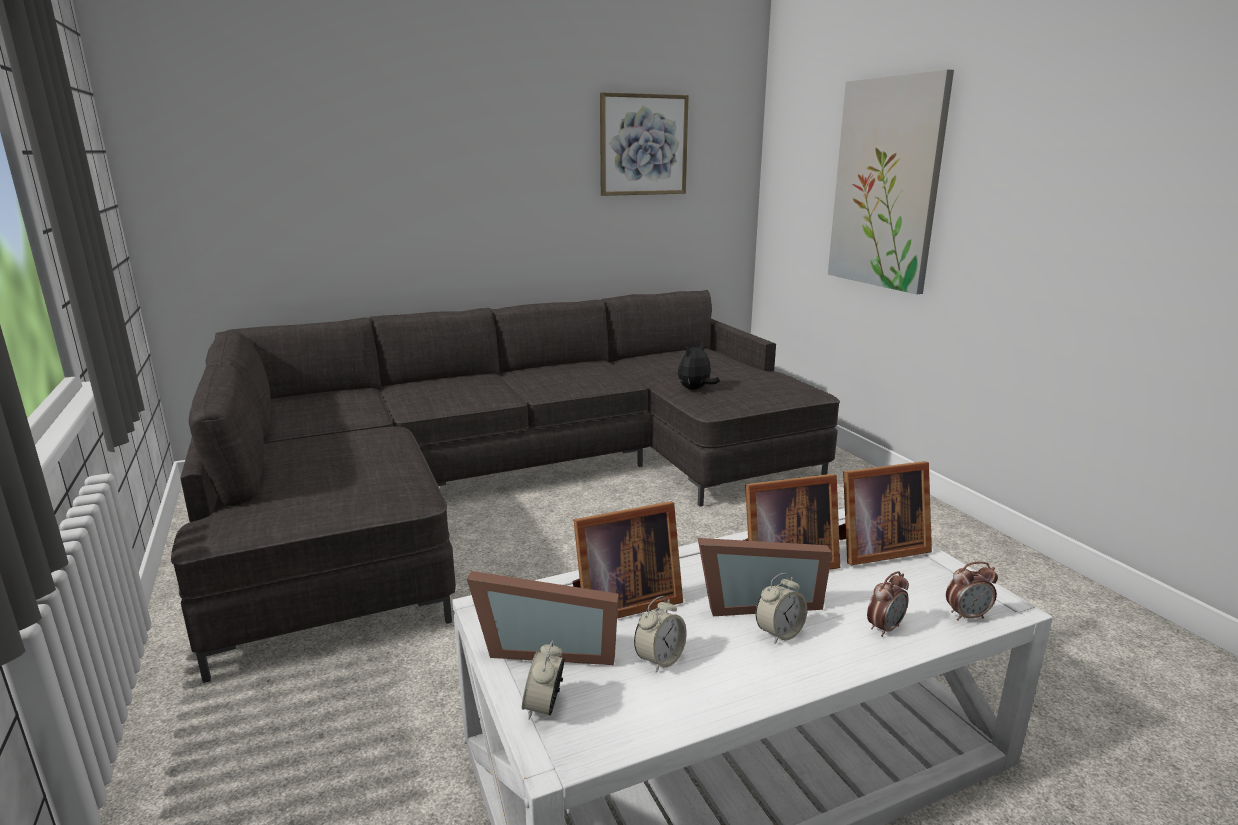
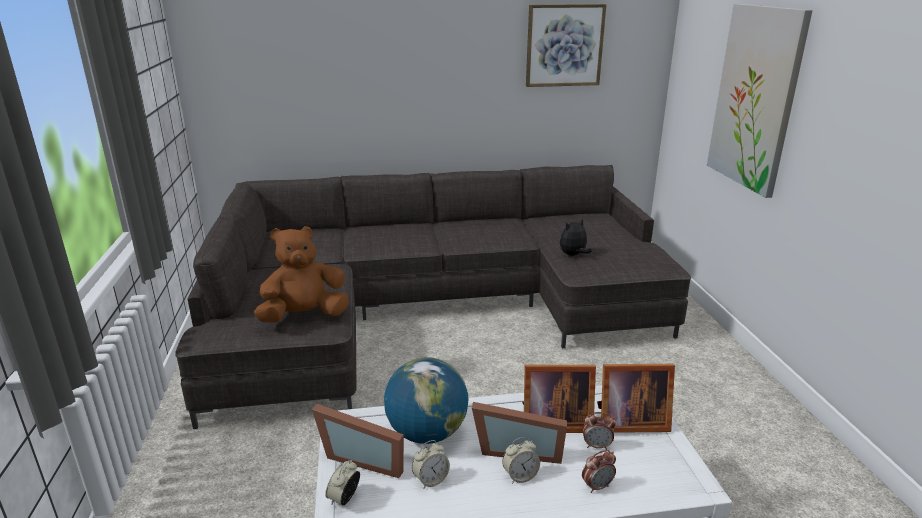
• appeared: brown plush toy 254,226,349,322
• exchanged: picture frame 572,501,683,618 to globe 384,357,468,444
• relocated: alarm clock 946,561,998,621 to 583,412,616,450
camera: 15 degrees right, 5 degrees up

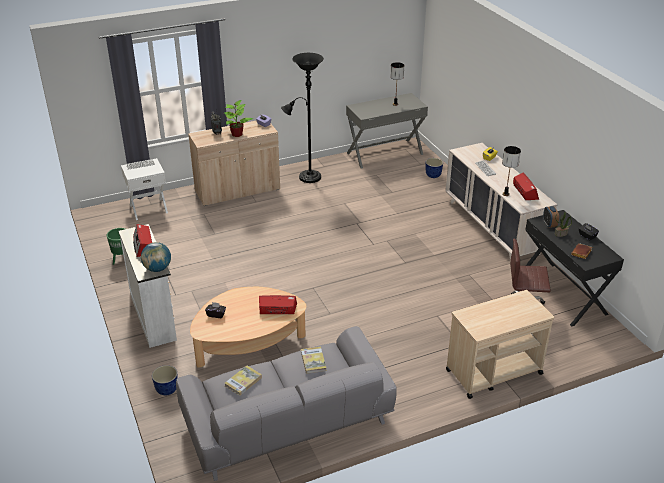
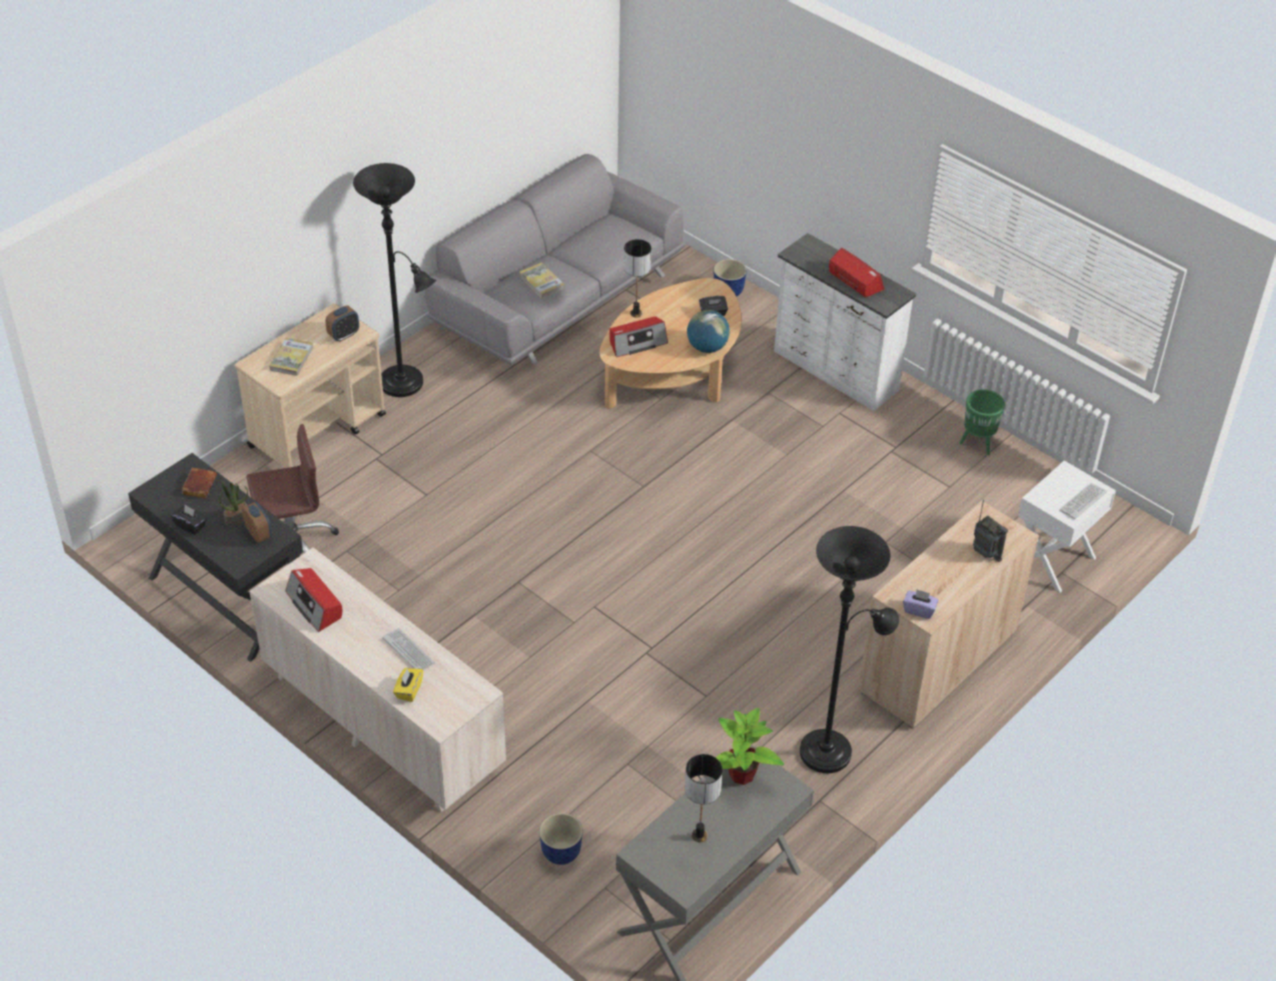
• relocated: book 225,365,262,396 to 269,337,314,376
• appeared: alarm clock 325,305,359,342
• appeared: black floor lamp 353,163,436,397
• relocated: table lamp 502,146,521,196 to 624,239,652,318
• relocated: globe 141,242,171,272 to 687,310,730,353
• relocated: potted plant 224,100,254,137 to 716,708,784,785
camera: 155 degrees right, 10 degrees up

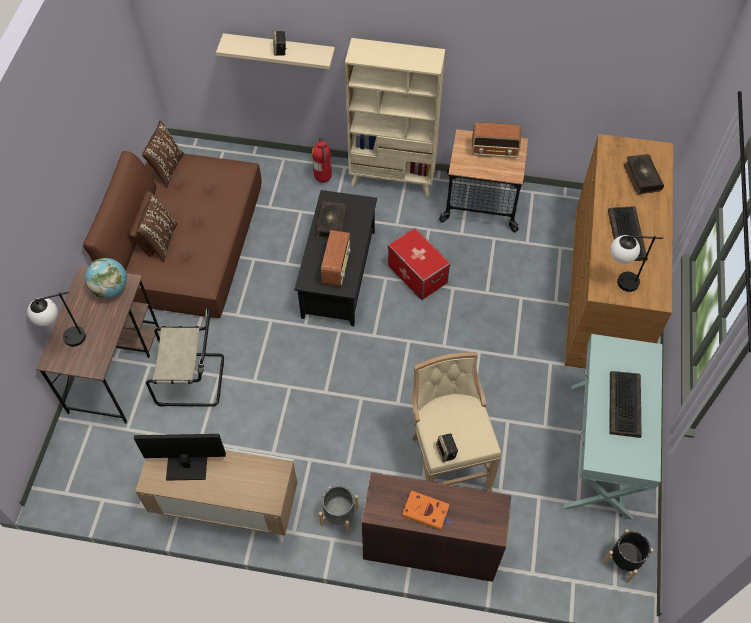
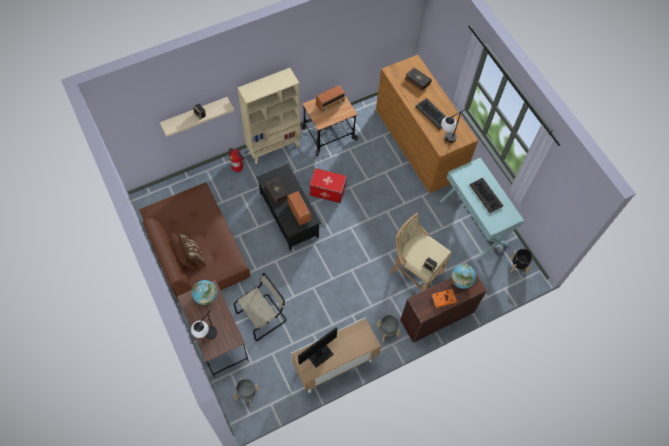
• appeared: grey planter 234,378,259,406
• appeared: globe 451,264,476,289
• missing: brown pillow 142,120,184,188
camera: 40 degrees left, 5 degrees up

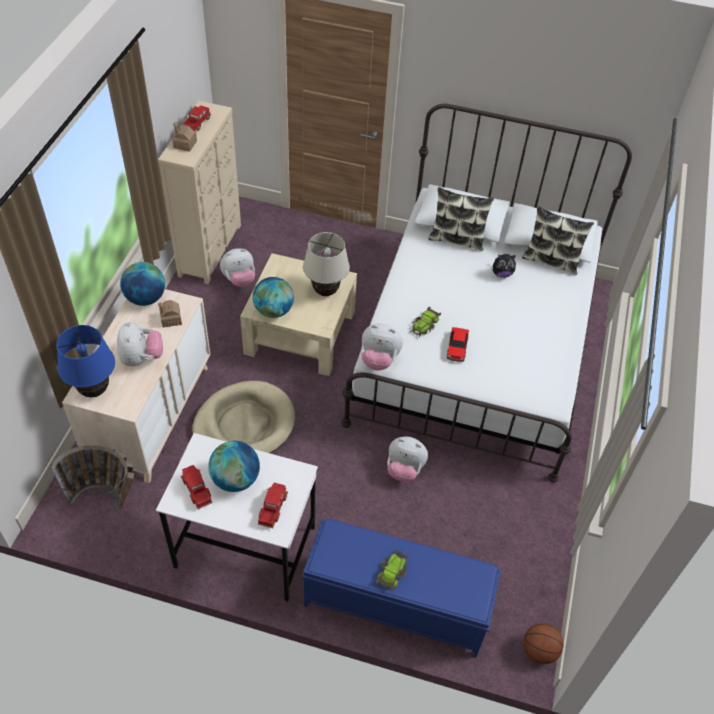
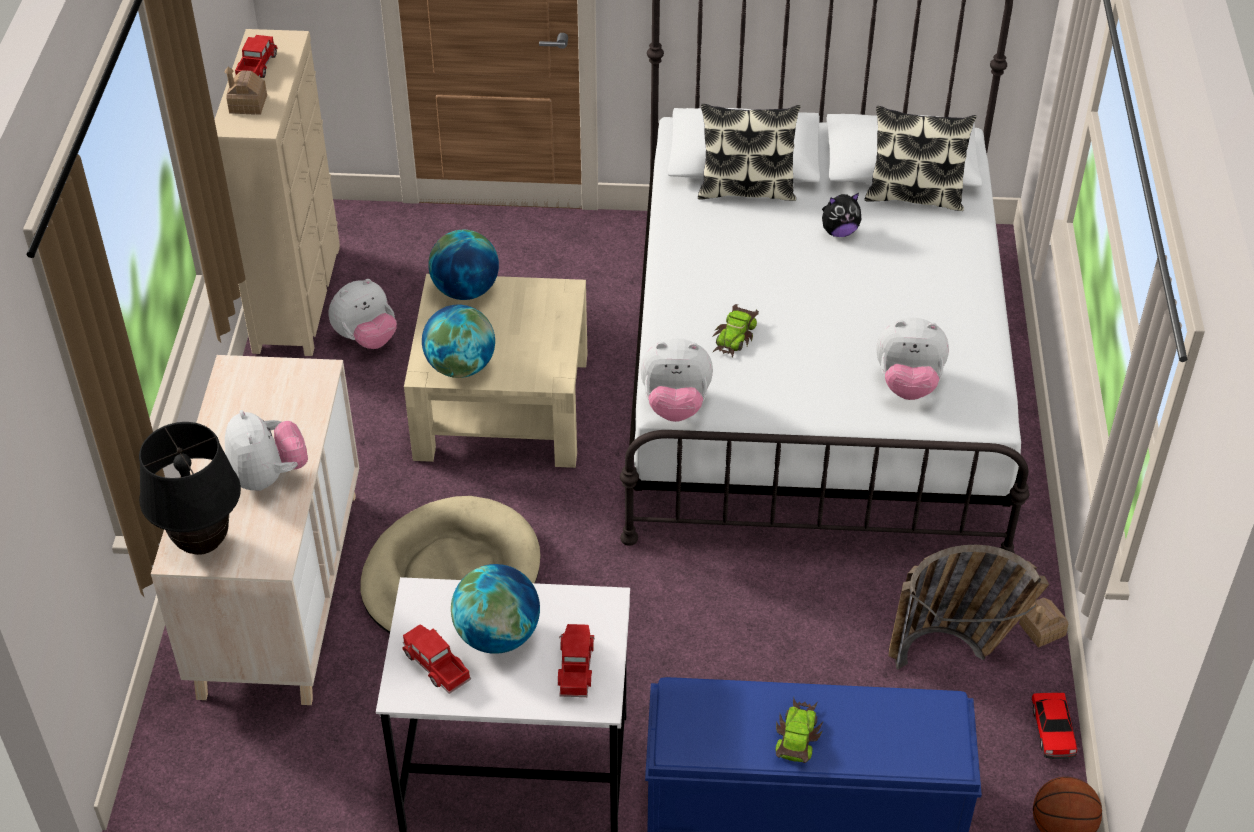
• colour: blue table lamp 56,325,115,397 to black table lamp 139,422,241,555
• relocated: globe 120,262,165,306 to 428,230,499,300
• relocated: plush toy 387,436,428,482 to 876,318,949,400
• relocated: basket 50,445,134,509 to 889,545,1049,669
• relocated: toy house 158,300,182,327 to 1019,597,1068,648
• relocated: toy car 447,327,469,362 to 1032,693,1077,759
• missing: beige table lamp 303,232,350,296
camera: 10 degrees left, 5 degrees down

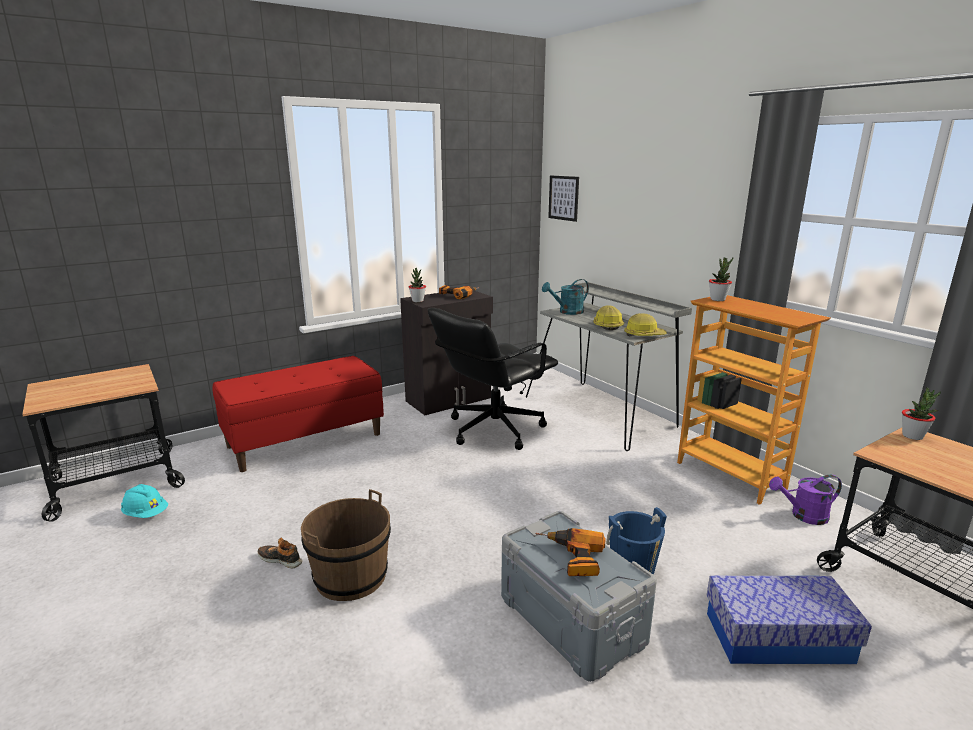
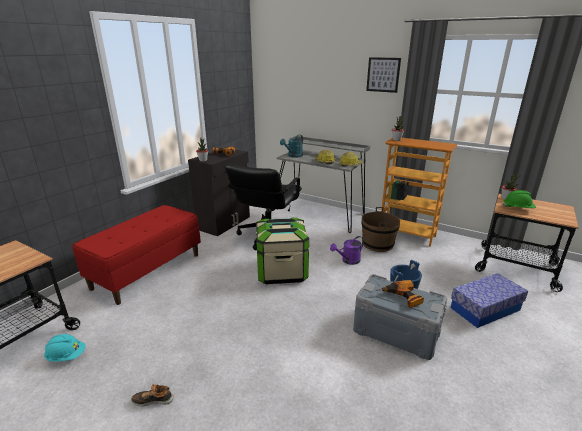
• relocated: shoe 258,538,302,568 to 131,384,174,406
• appeared: storage box 256,218,309,284
• relocated: purple watering can 769,475,842,525 to 330,236,364,265
• relocated: brown bucket 301,489,391,601 to 361,207,400,252
• relocated: picture 548,176,579,222 to 366,57,401,93
• appeared: green hard hat 503,190,536,208
camera: 25 degrees left, 5 degrees up

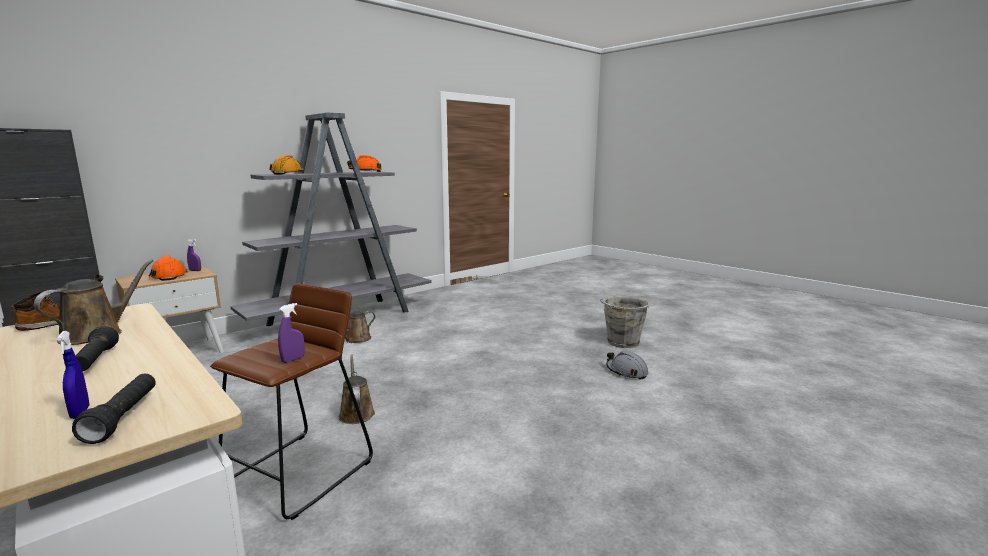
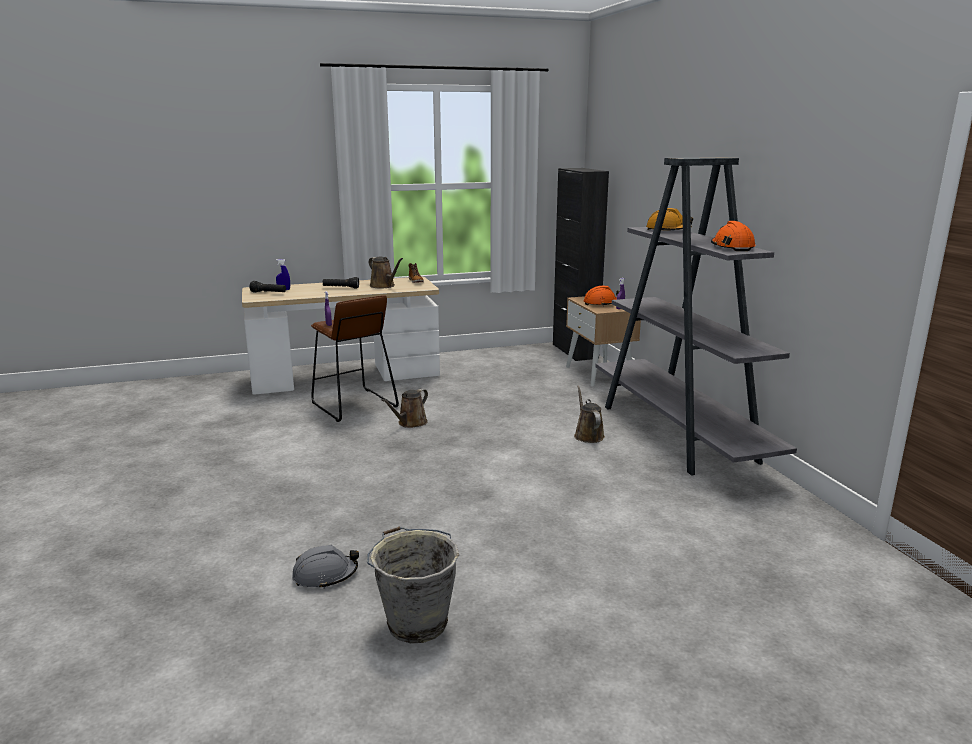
• spun: brown watering can 339,354,375,424 = 381,389,428,428 120 degrees clockwise
camera: 115 degrees right, 5 degrees up

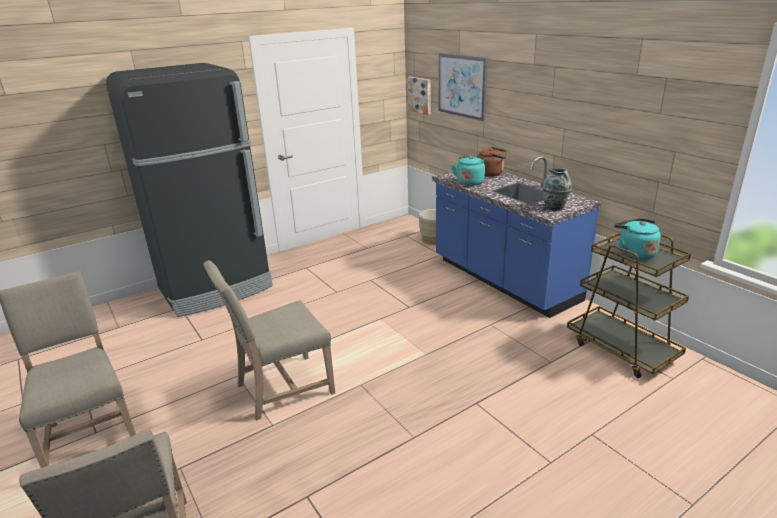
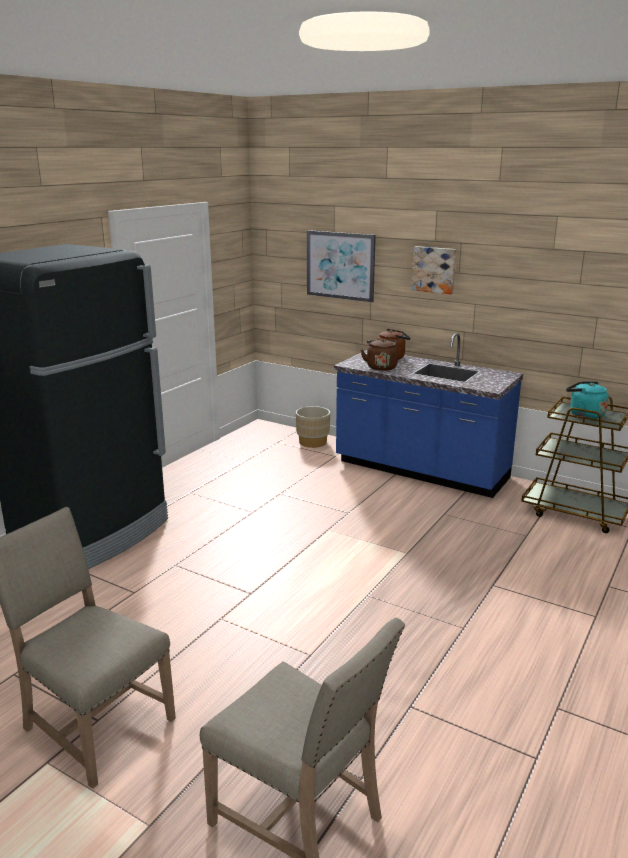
• colour: turquoise kettle 451,156,488,186 to brown kettle 361,339,398,371
• relocated: picture 407,77,431,115 to 412,246,456,294
• missing: beige chair 203,260,335,421
• missing: vase 542,168,572,211
camera: 25 degrees left, 5 degrees down

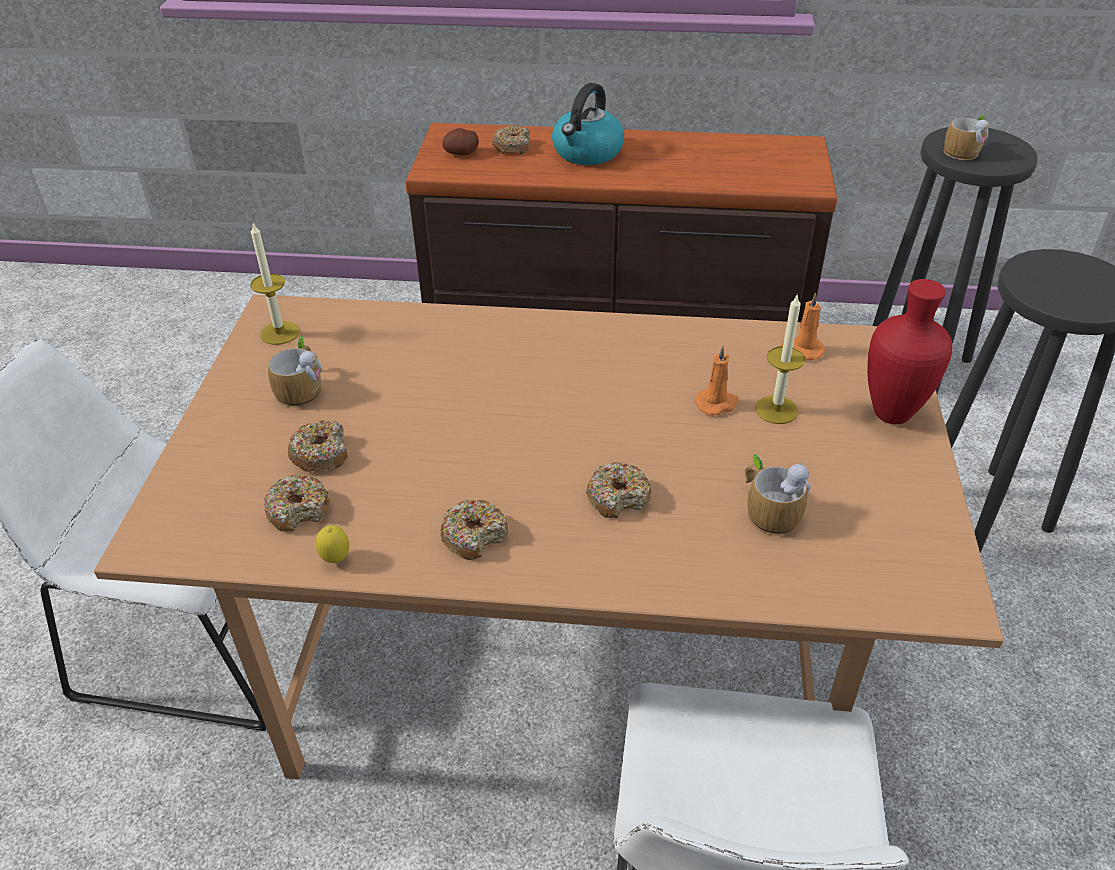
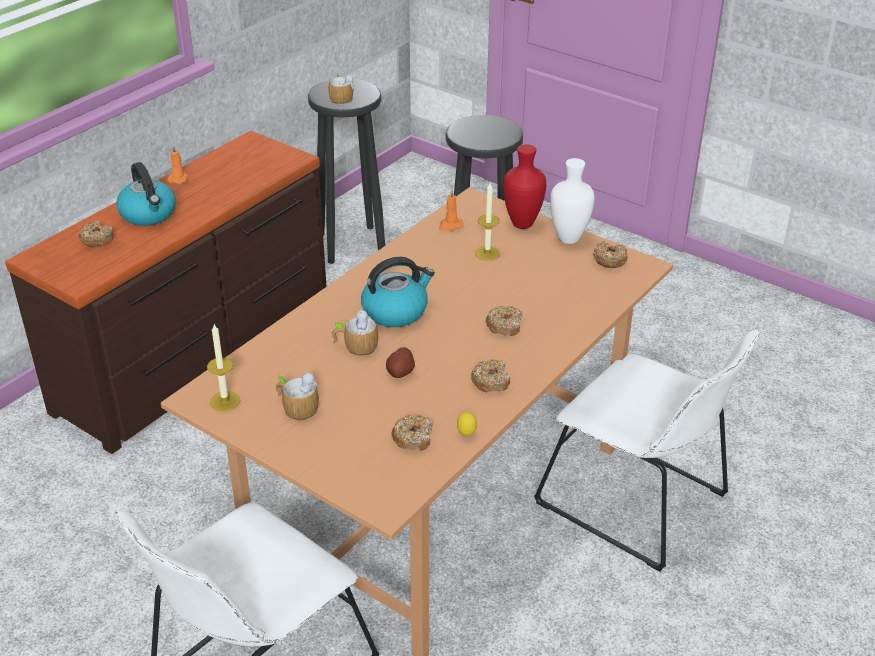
• relocated: orange candle 695,346,739,415 to 167,144,189,184
• relocated: mug 745,454,811,536 to 332,309,378,356
• appeared: kettle 361,257,435,327
• relocated: potato 442,128,479,155 to 386,347,415,378
• appeared: white vase 550,158,594,244
• relocated: donut 288,420,348,472 to 593,241,628,268
camera: 60 degrees left, 5 degrees down

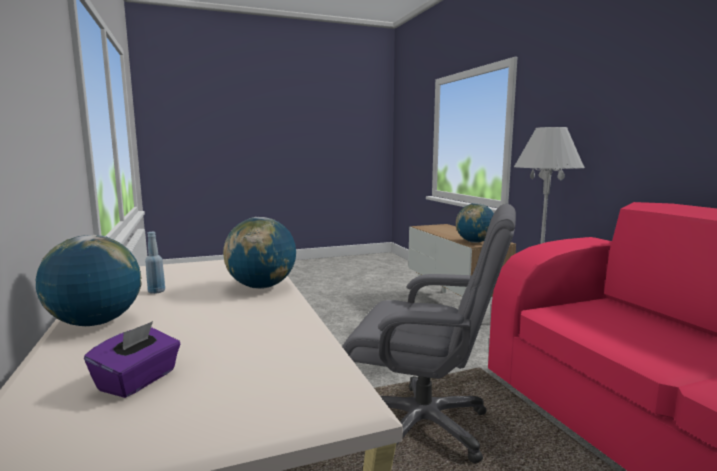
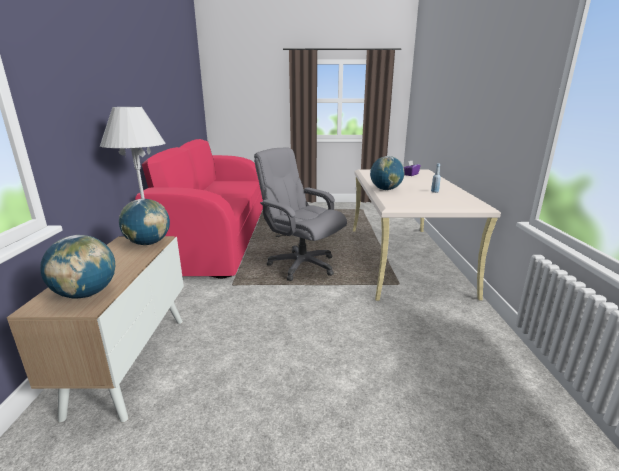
• relocated: globe 36,235,142,326 to 40,235,115,298
camera: 160 degrees left, 10 degrees up

